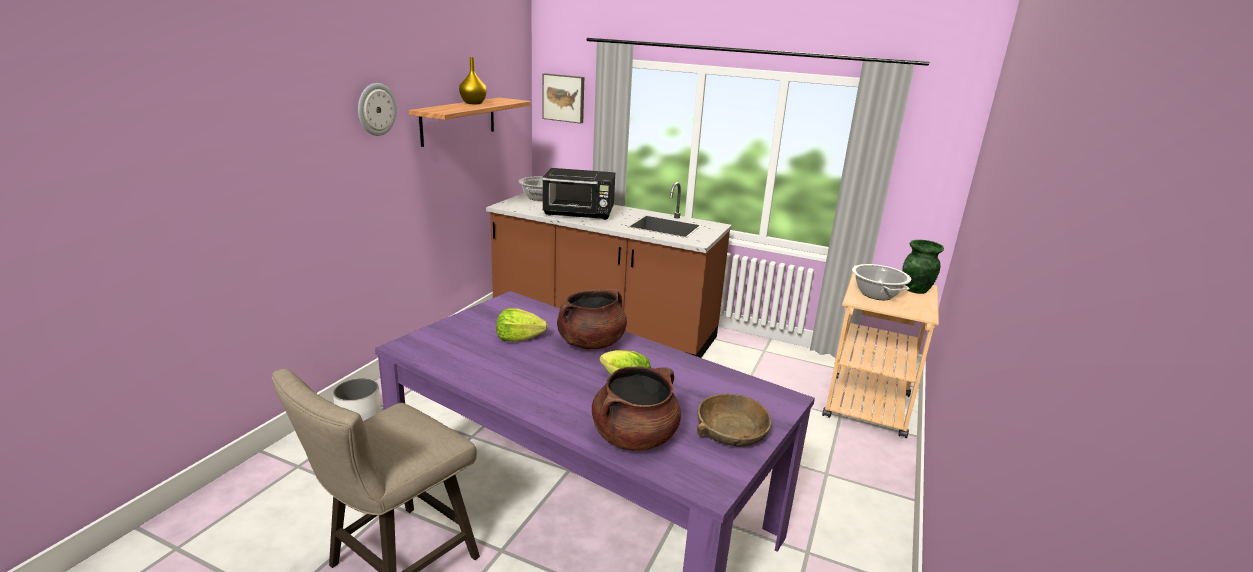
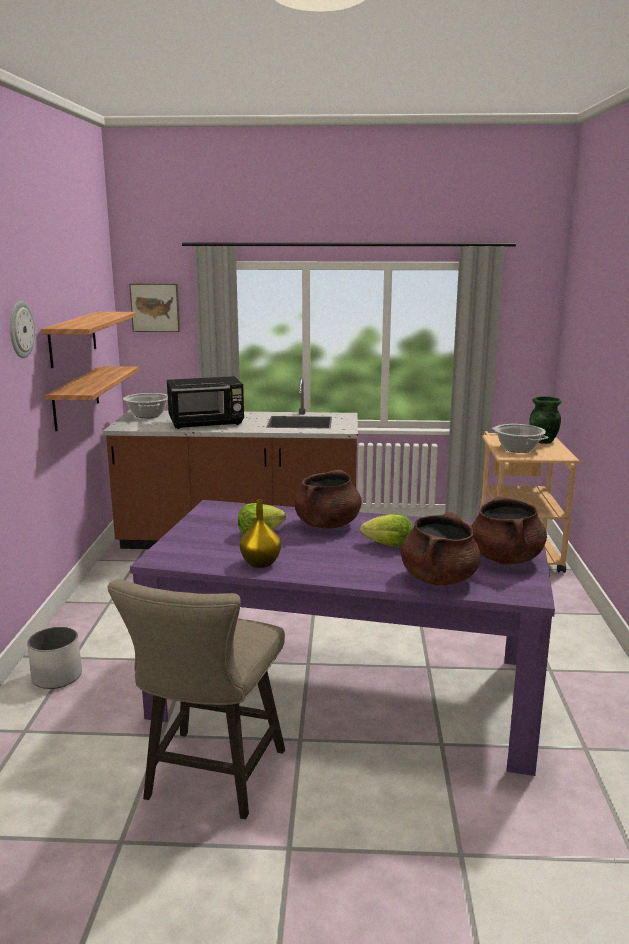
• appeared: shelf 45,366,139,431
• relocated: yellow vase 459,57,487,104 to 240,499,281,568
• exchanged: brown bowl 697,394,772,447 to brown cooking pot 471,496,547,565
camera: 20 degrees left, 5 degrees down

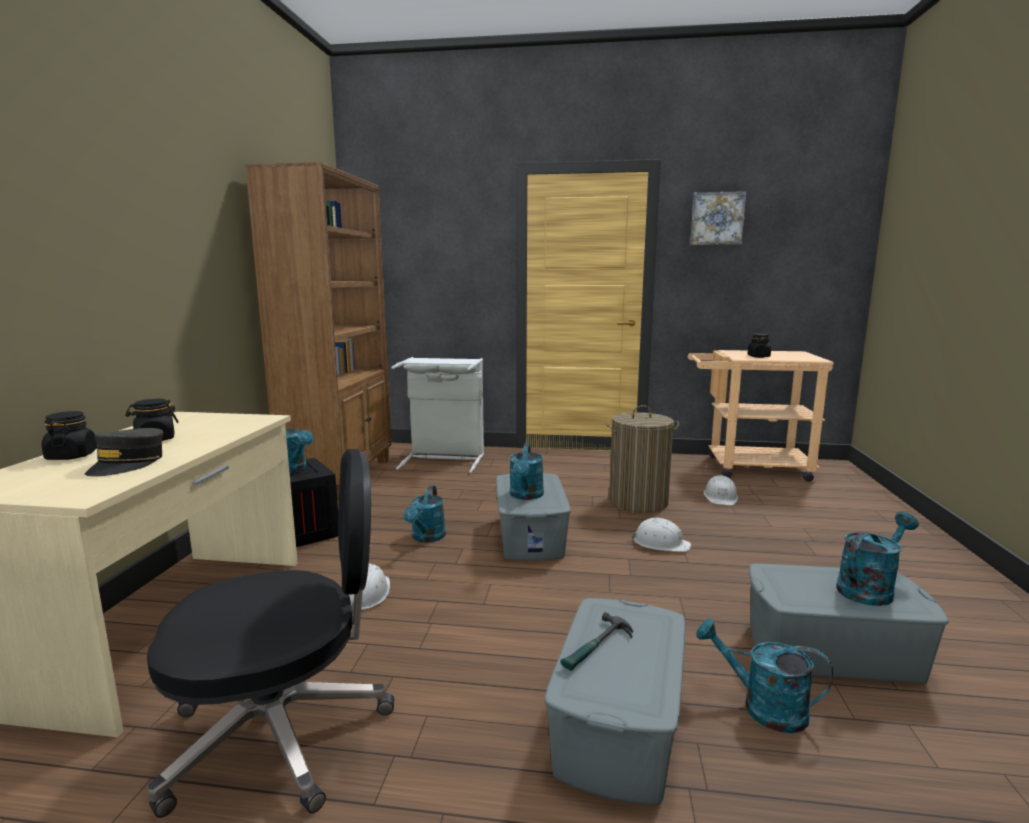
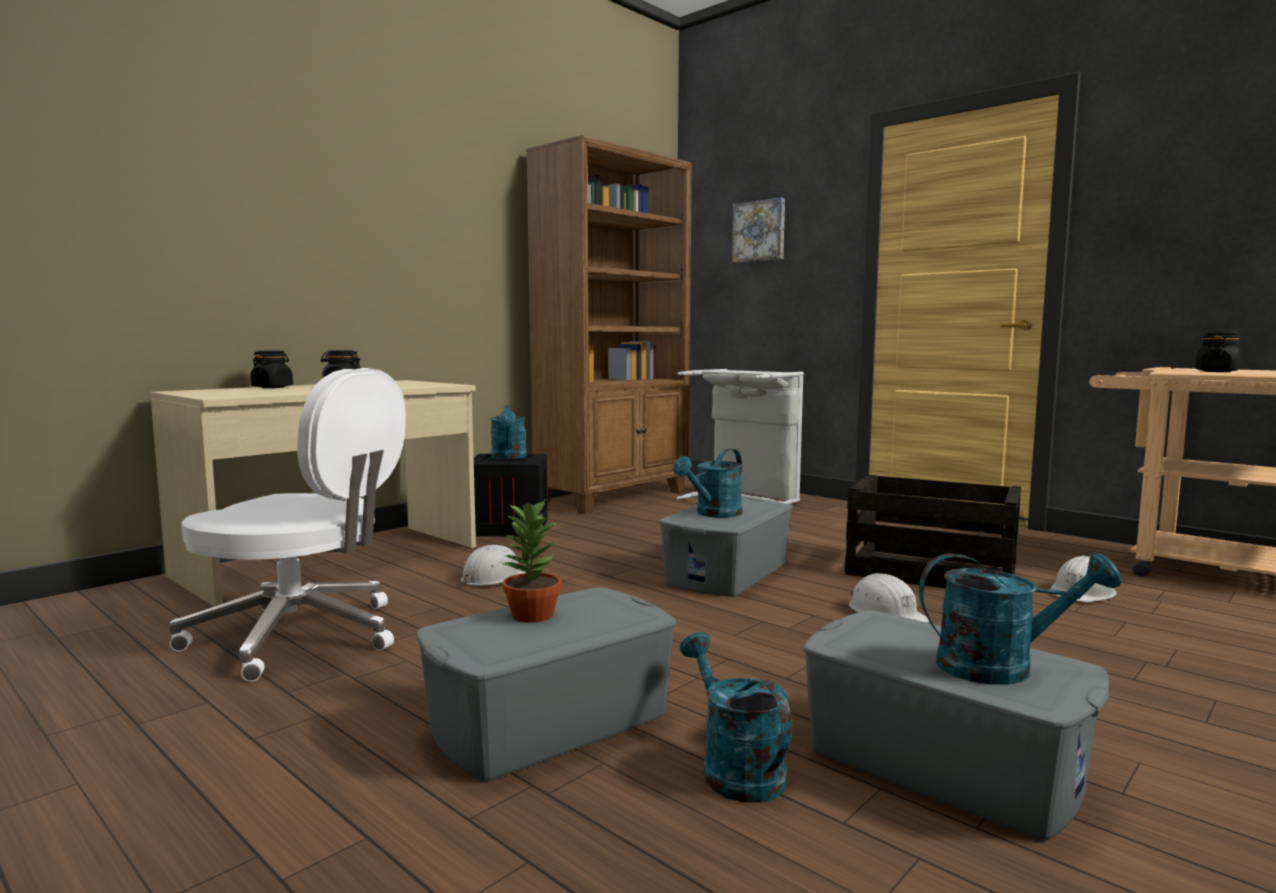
• colour: black office chair 147,449,394,818 to white office chair 169,368,406,681
• exchanged: hammer 560,612,633,671 to potted plant 501,500,561,623
• relocated: picture 690,191,747,245 to 732,198,785,263
• exchanged: laundry basket 605,405,679,513 to crate 845,474,1021,588
• missing: grey cap 85,428,164,476
• missing: turquoise watering can 403,486,446,543
camera: 35 degrees right, 5 degrees down

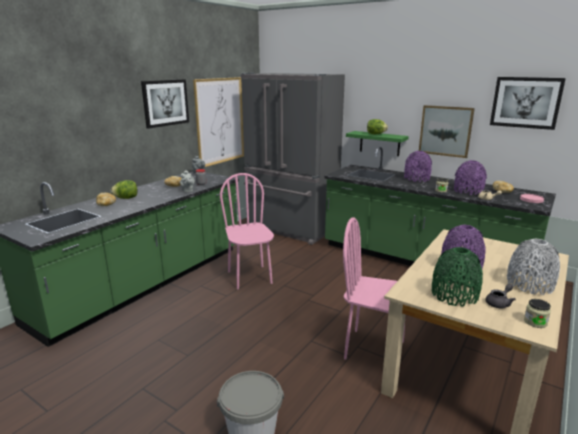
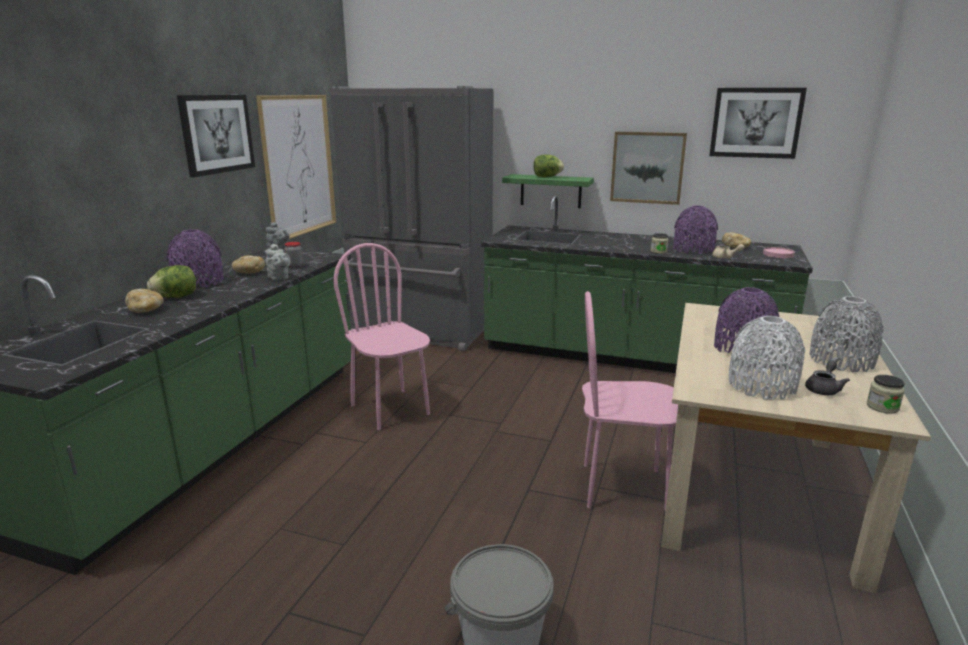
• relocated: purple vase 404,151,432,182 to 167,229,224,287
• colour: green vase 432,247,483,306 to white vase 729,316,805,400
camera: 15 degrees left, 0 degrees up

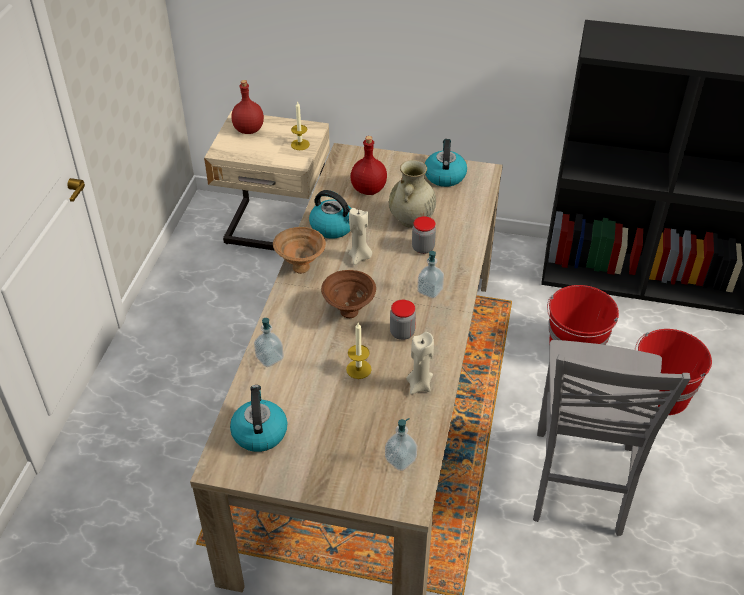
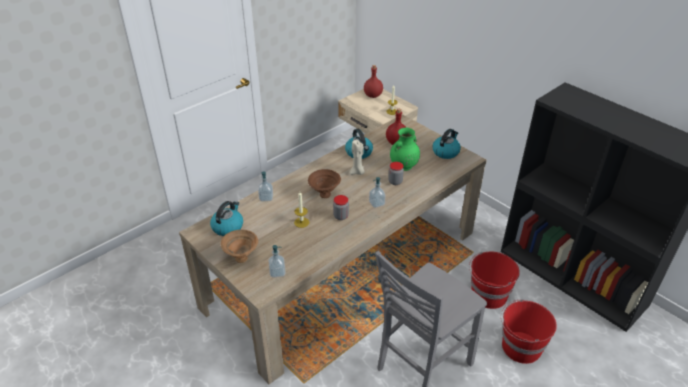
• relocated: brown bowl 273,227,326,274 to 221,230,258,263
• colour: beige vase 389,160,436,228 to green vase 390,128,420,171
• missing: beige candle 406,332,434,394
camera: 35 degrees right, 5 degrees down

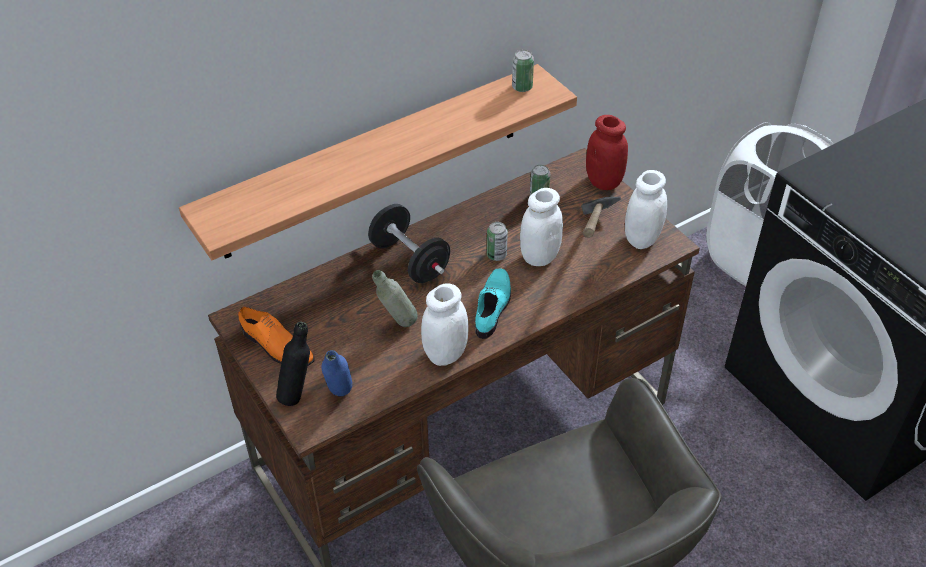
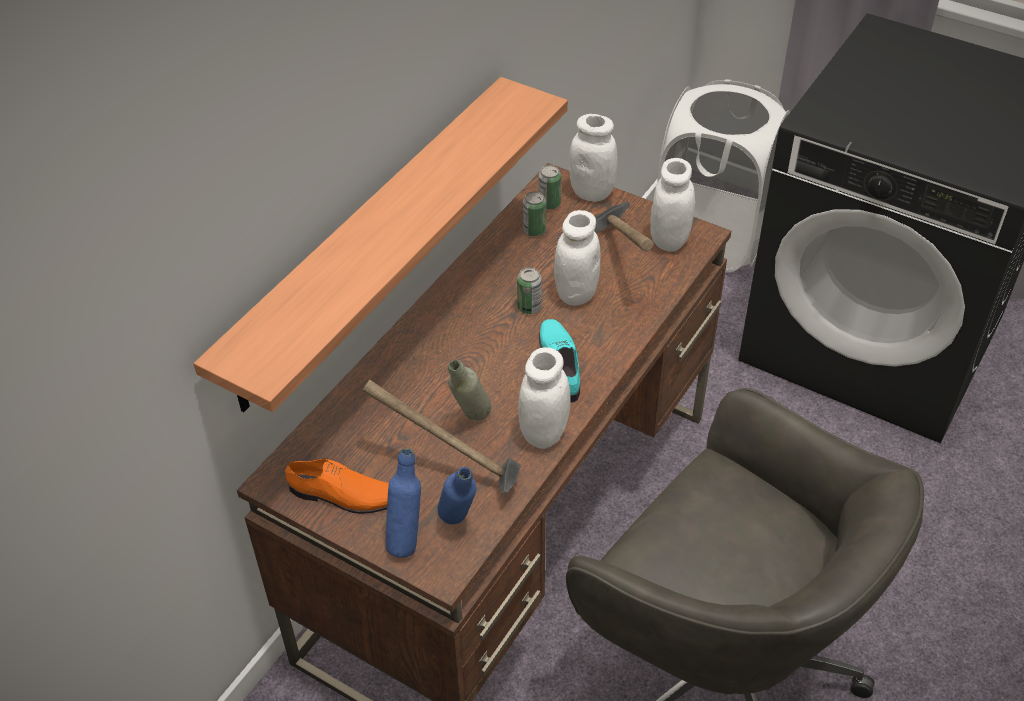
• appeared: hammer 362,380,521,495
• colour: black bottle 276,322,310,406 to blue bottle 386,448,421,558
• relocated: can 512,50,534,92 to 539,165,561,210
• colour: red jar 586,115,628,190 to white jar 569,114,618,202
• missing: black dumbbell 368,204,450,283
camera: 25 degrees left, 0 degrees up

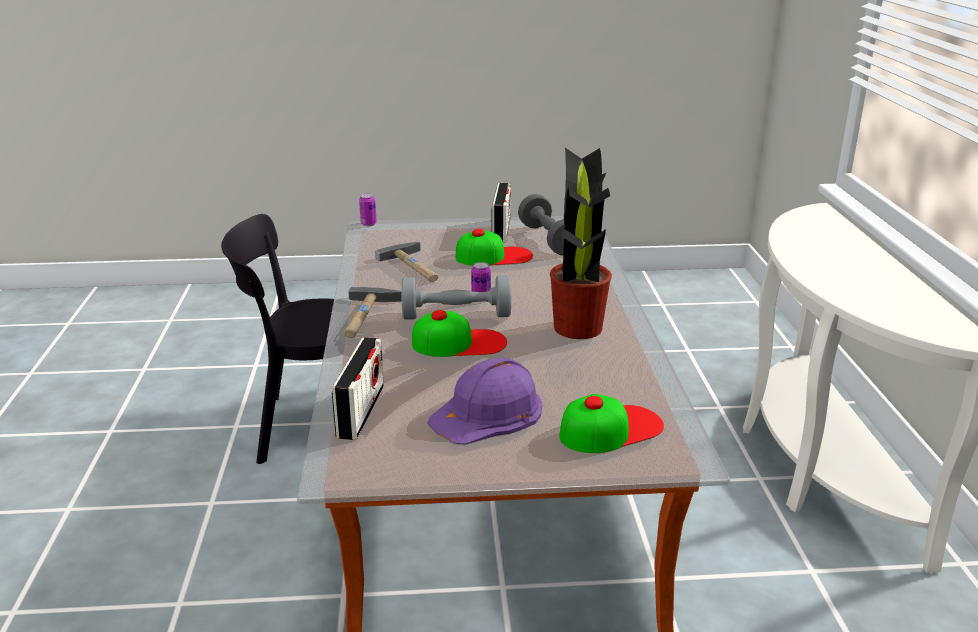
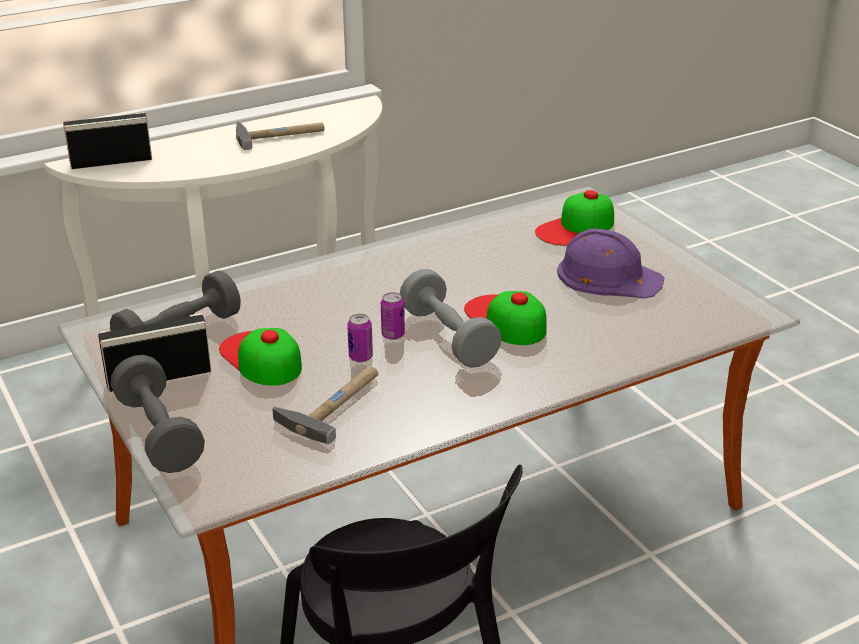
• relocated: radio 332,337,384,440 to 63,112,152,169
• appeared: grey dumbbell 111,355,205,473
• relocated: hammer 344,287,402,338 to 236,121,325,150
• relocated: can 359,193,377,226 to 347,314,373,362
• spun: cap 559,394,664,453 = 535,190,614,246 75 degrees counterclockwise
• missing: potted plant 550,148,612,339
camera: 115 degrees left, 5 degrees up

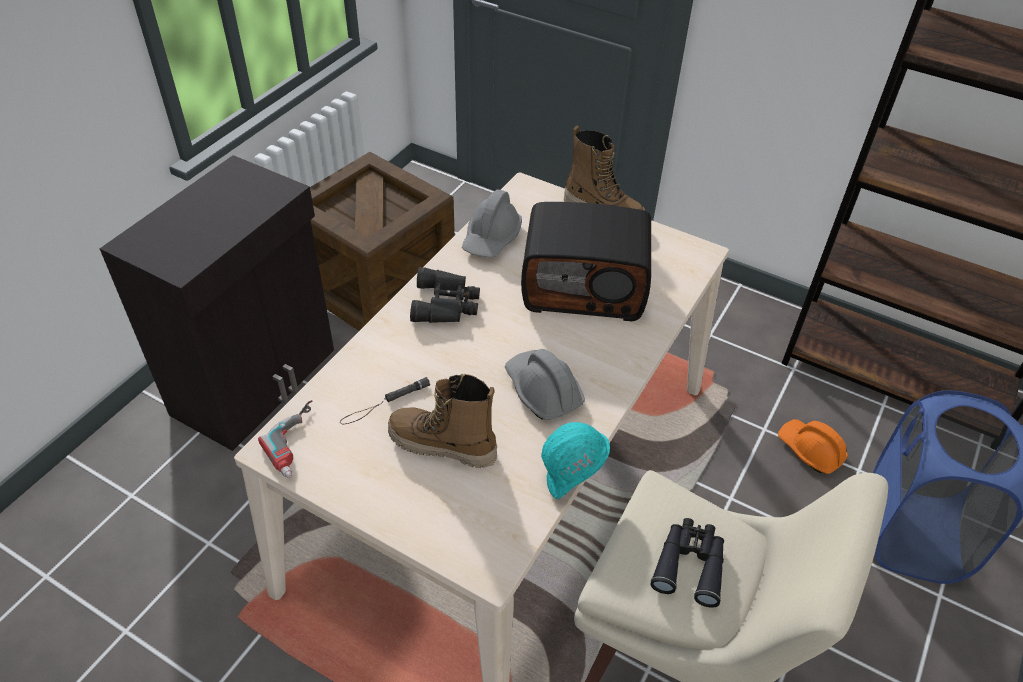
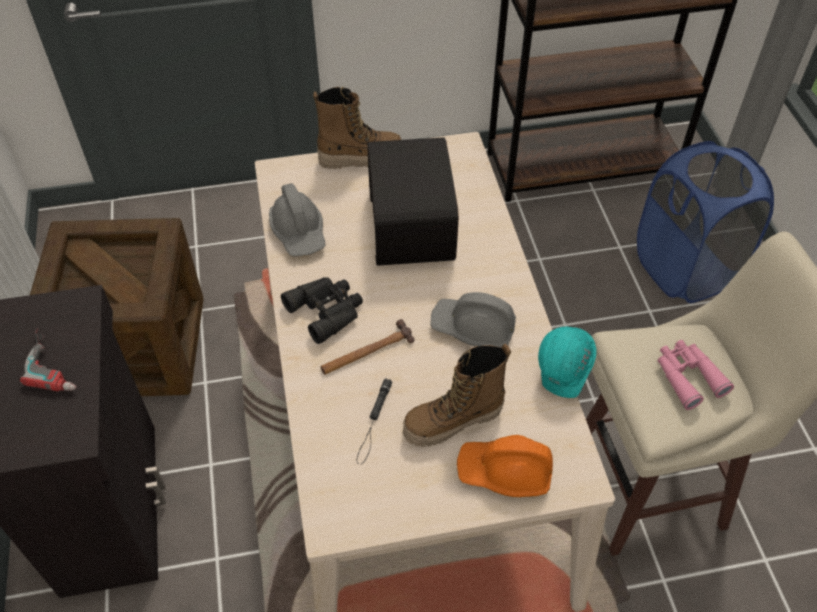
• relocated: power drill 258,400,313,478 to 20,329,76,392
• appeared: hammer 321,319,414,375
• spun: radio 521,202,651,321 = 367,137,459,266 120 degrees clockwise
• relocated: orange hard hat 778,419,848,474 to 457,435,553,497
• colour: black binoculars 651,518,724,608 to pink binoculars 658,340,734,410
camera: 40 degrees left, 5 degrees up

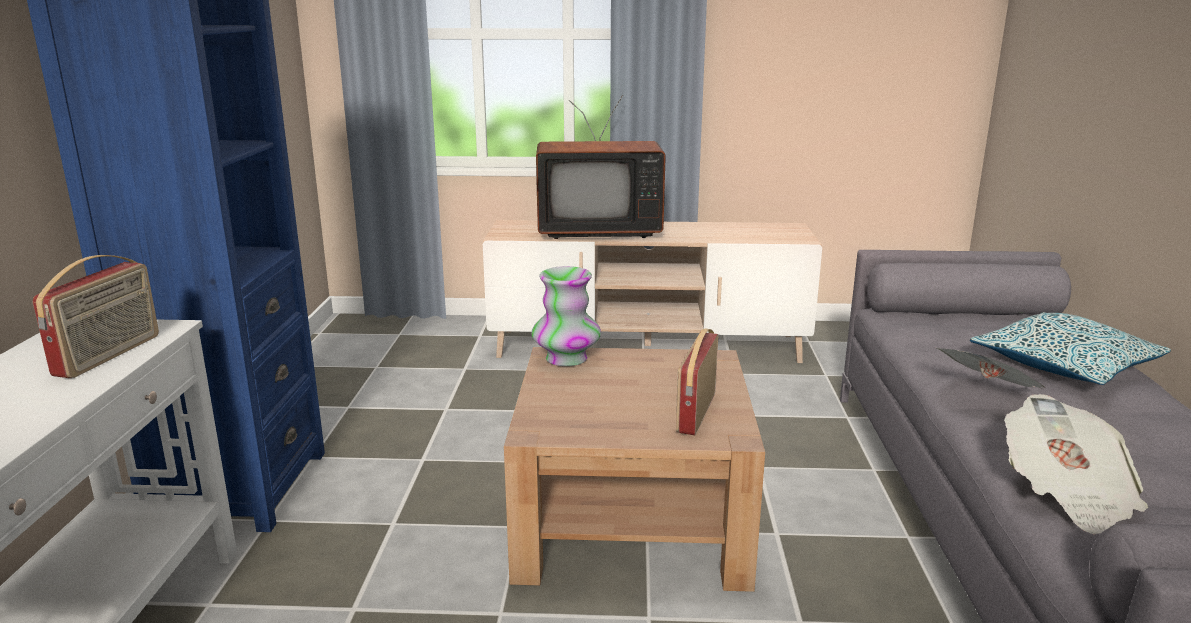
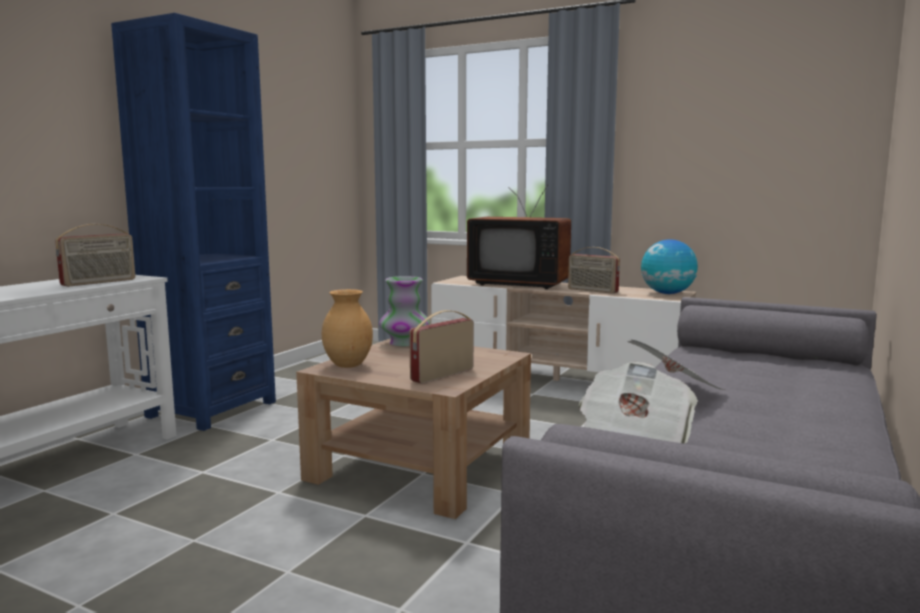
• appeared: brown vase 322,289,373,368
• appeared: radio 568,247,620,294
• appeared: globe 641,240,698,294
• missing: pillow 970,312,1171,385
camera: 25 degrees right, 10 degrees down

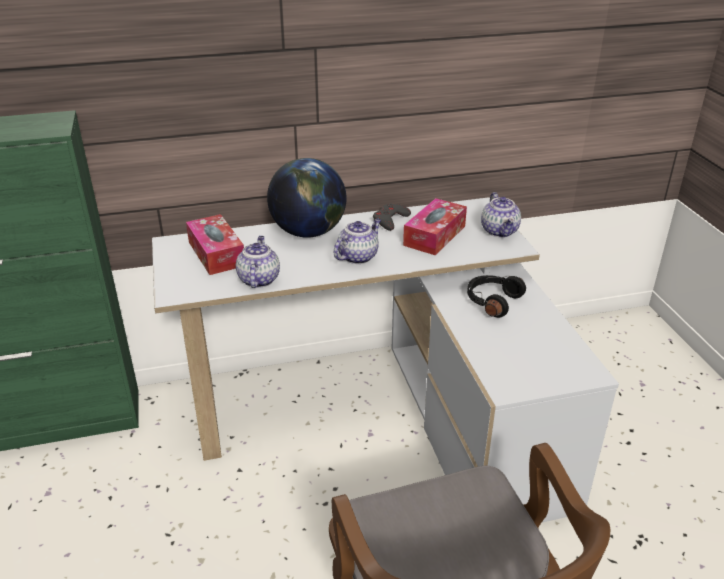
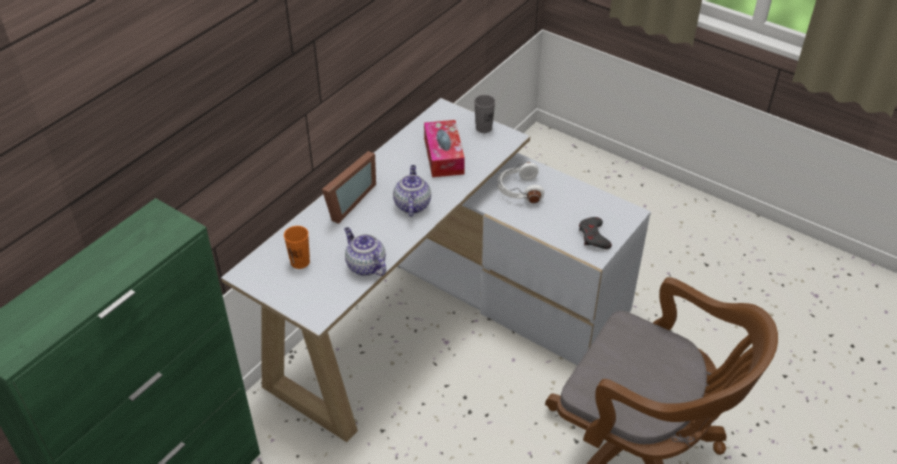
• exchanged: tissue box 186,214,244,275 to orange cup 284,226,310,269
• exchanged: globe 267,158,346,238 to picture frame 322,151,376,224
• exchanged: teapot 481,192,521,237 to grey cup 474,95,495,133
• colour: black headphones 467,275,526,318 to white headphones 498,162,544,204
• relocated: grey game controller 373,204,411,231 to 579,217,612,249
camera: 40 degrees left, 10 degrees up

